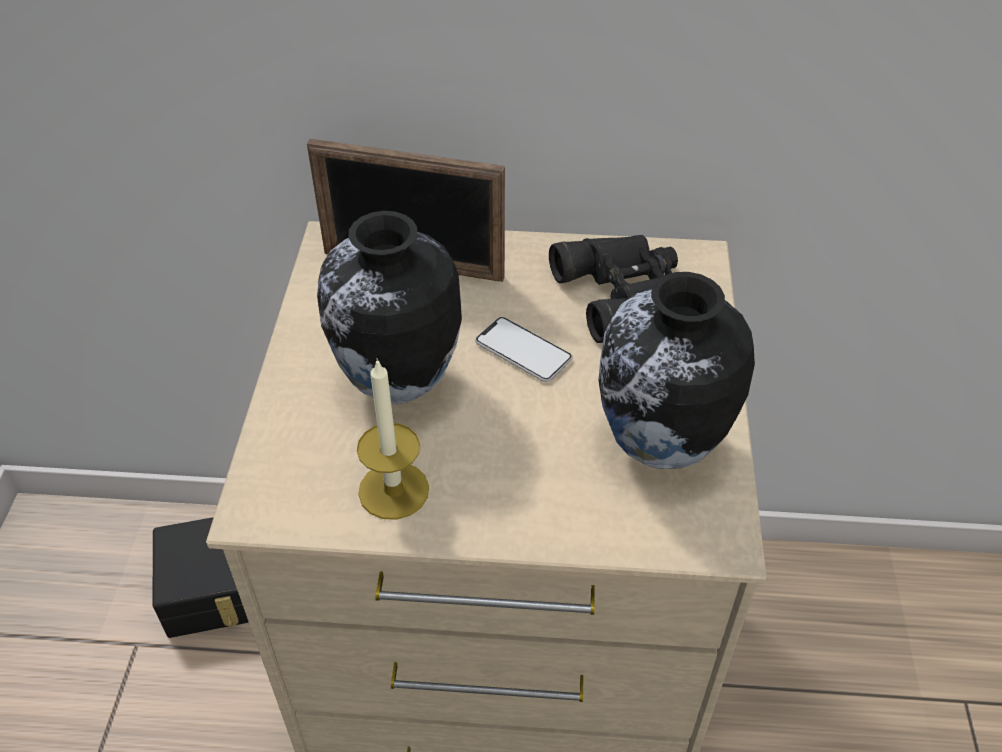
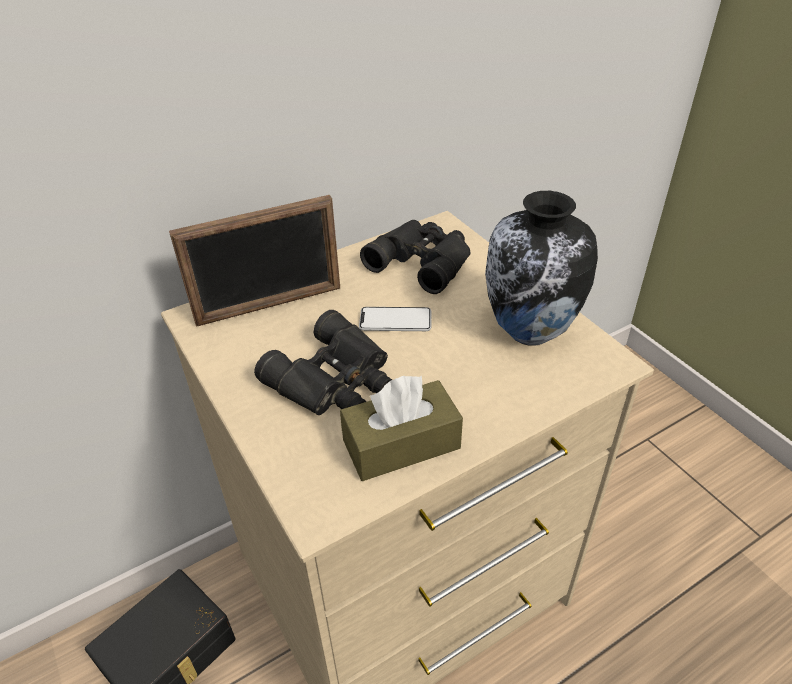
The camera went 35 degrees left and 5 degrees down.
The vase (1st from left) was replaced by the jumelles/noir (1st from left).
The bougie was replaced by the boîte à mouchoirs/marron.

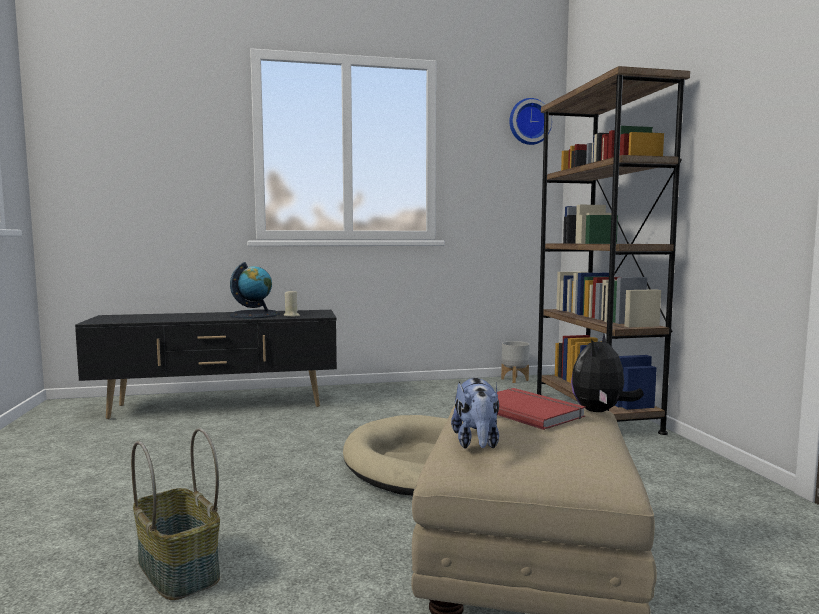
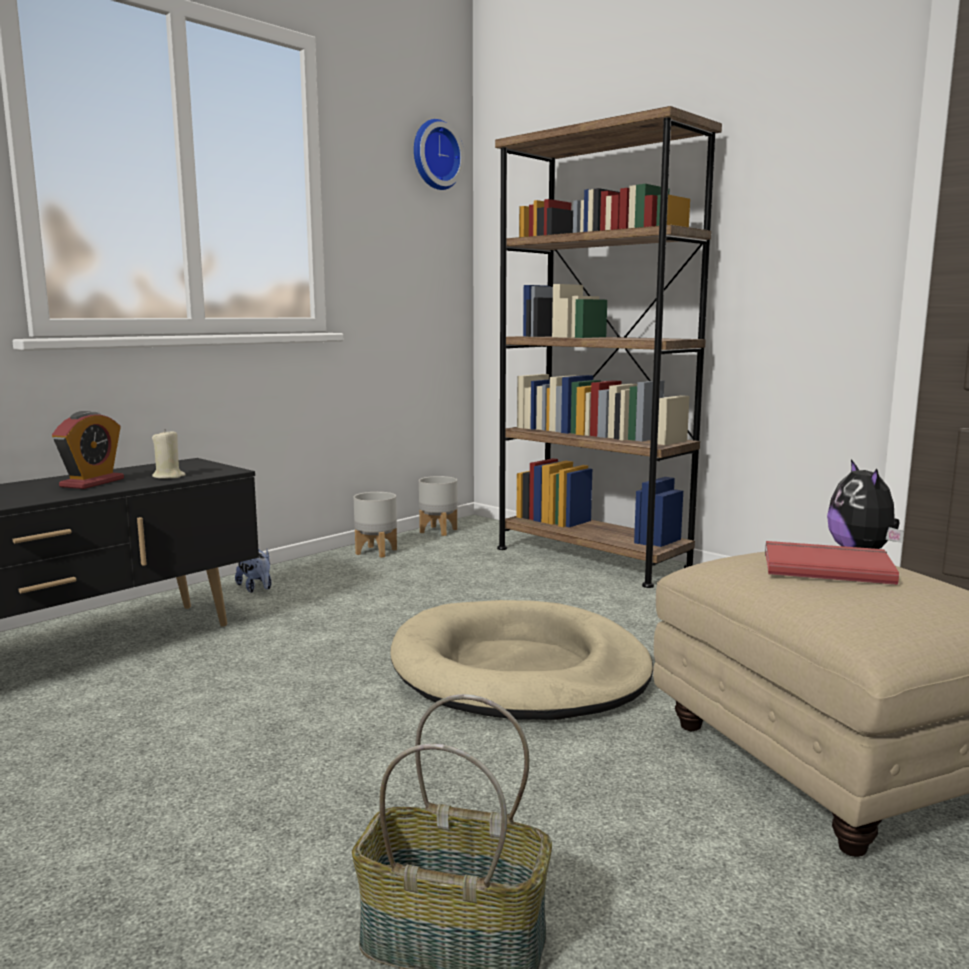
The camera went 35 degrees left and 5 degrees up.
The globe was replaced by the réveil.
The peluche (1st from left) moved.
The cache-pot/gris (1st from left) appeared.

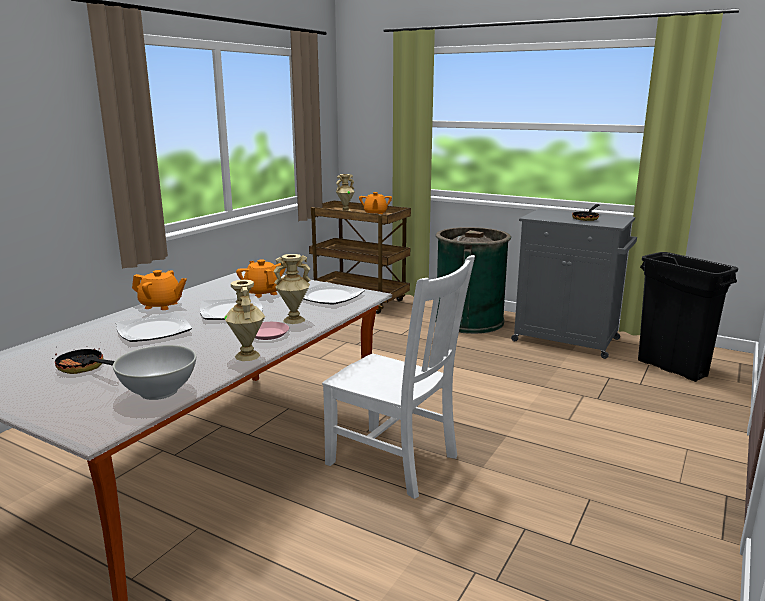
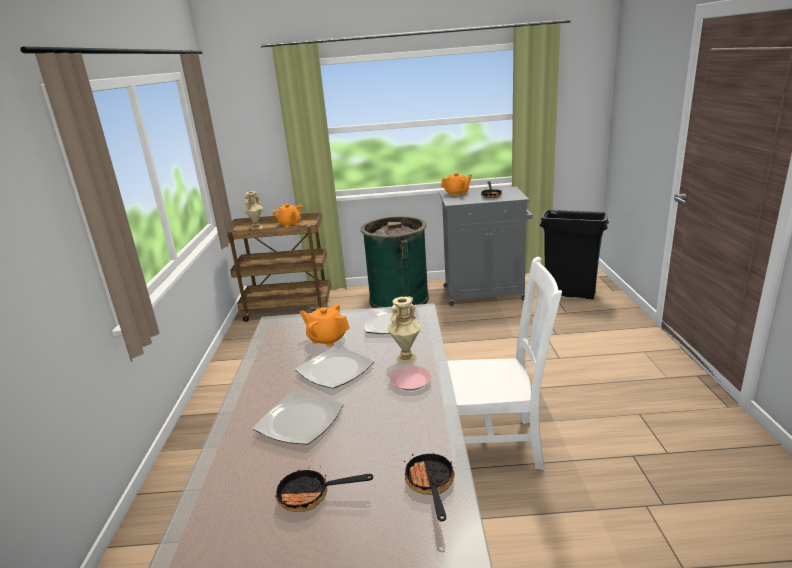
The camera went 30 degrees left and 5 degrees up.
The théière/orange (1st from left in the first image) moved.
The vase/beige (1st from left) disappeared.
The bol/blanc was replaced by the poêle (2nd from left).

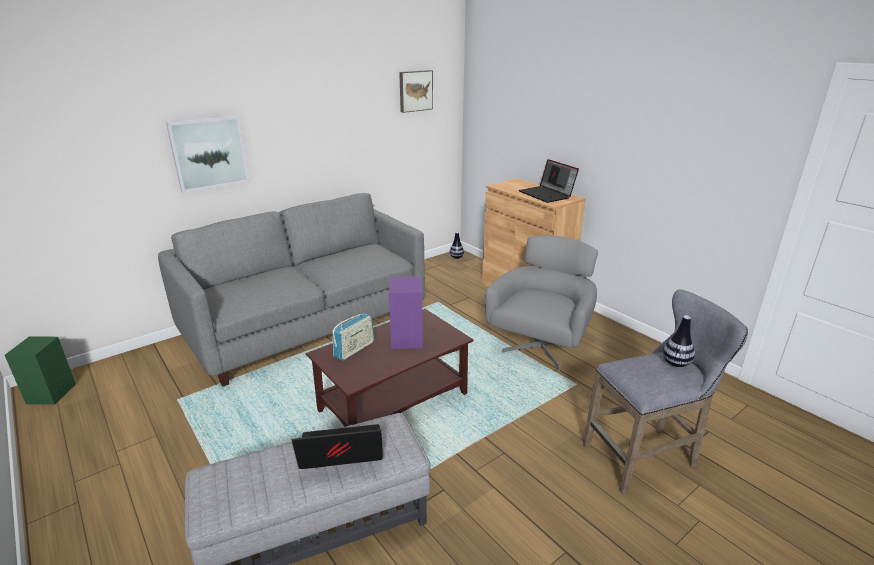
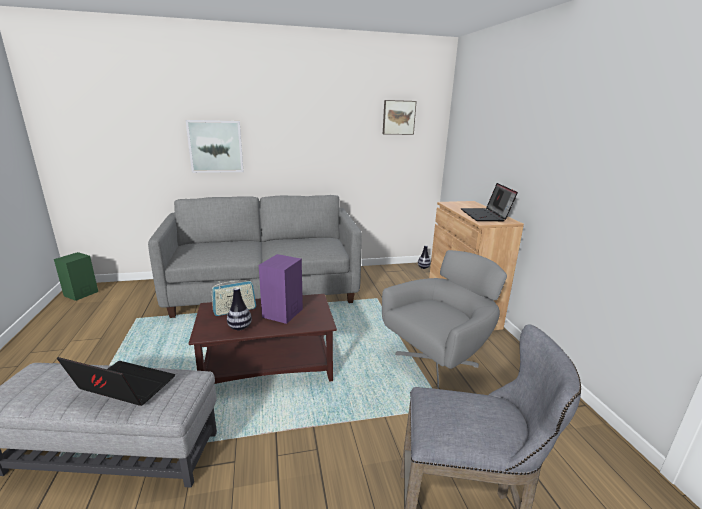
The camera went 25 degrees right and 5 degrees down.
The vase (2nd from left in the first image) moved.

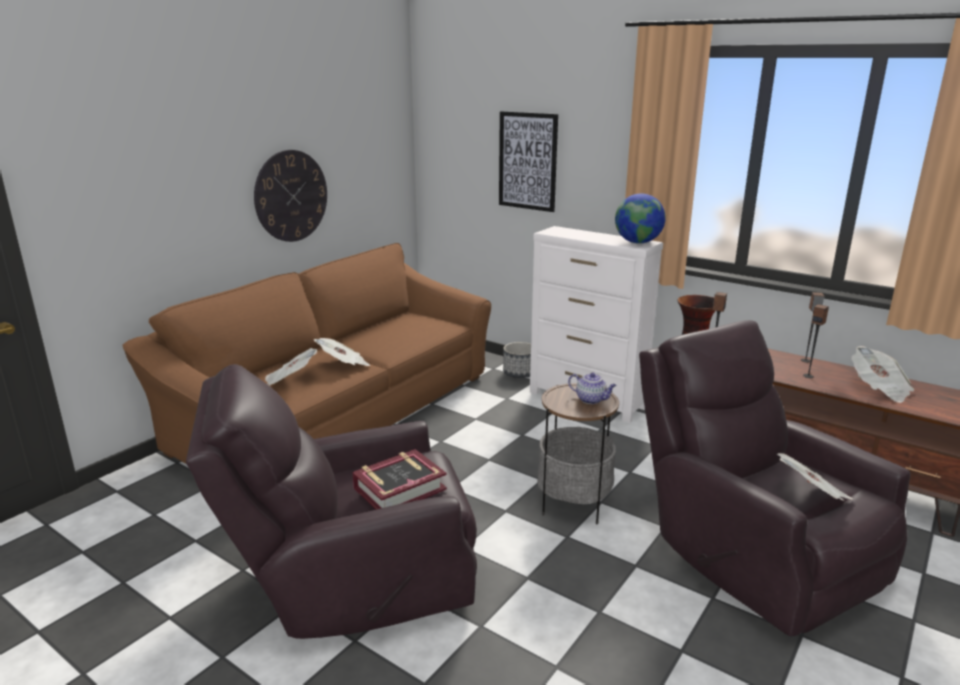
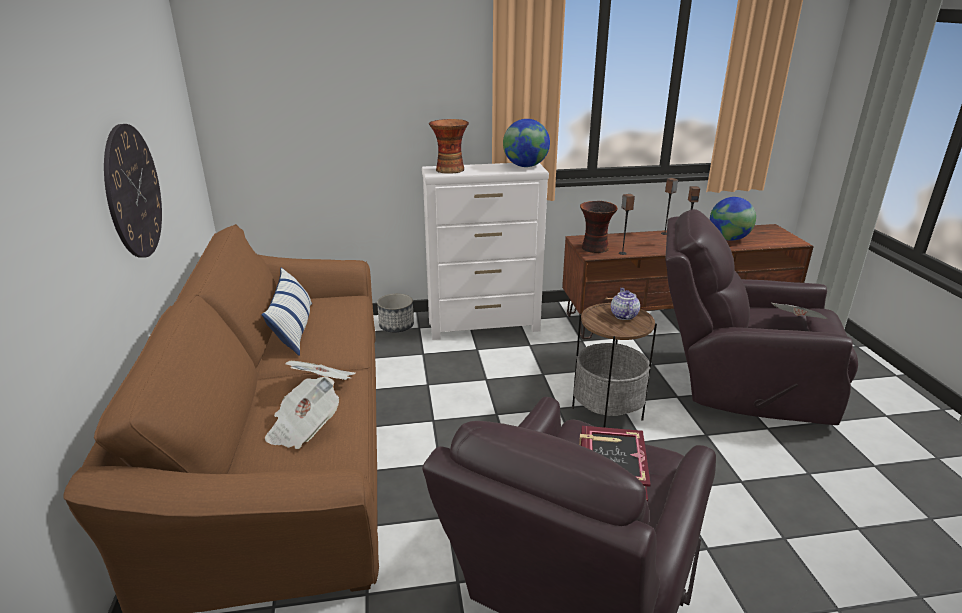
The camera went 45 degrees left and 5 degrees up.
The tableau disappeared.
The journal (4th from left) was replaced by the globe (2nd from left).
The théière turned 75 degrees counterclockwise.
The vase (1st from left) appeared.
The coussin appeared.

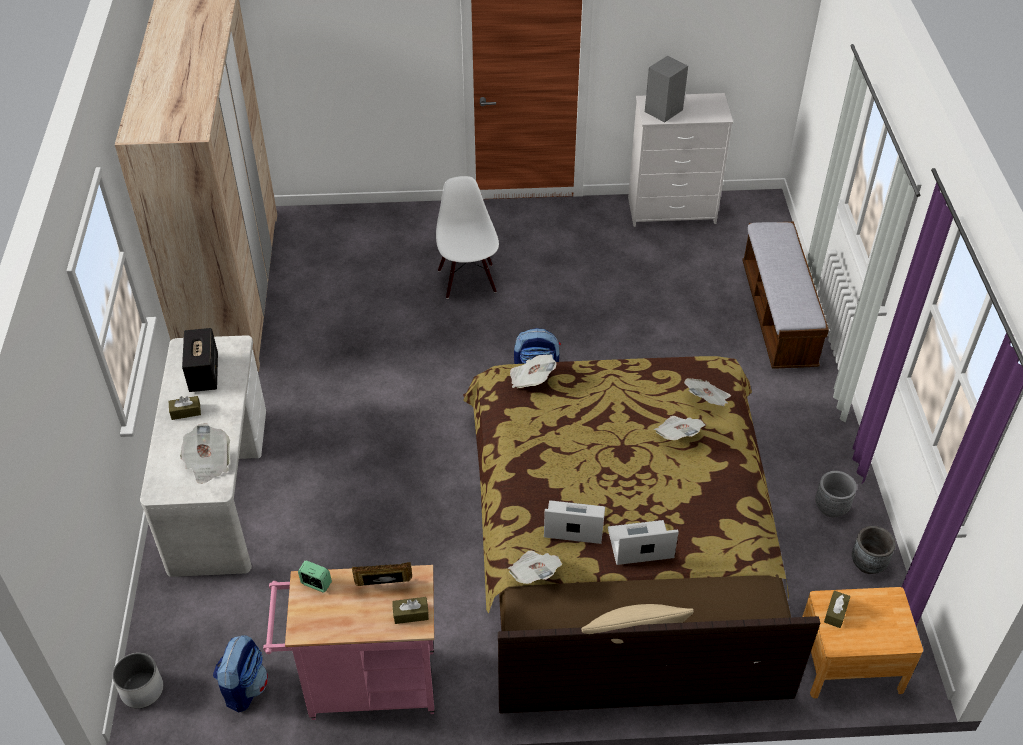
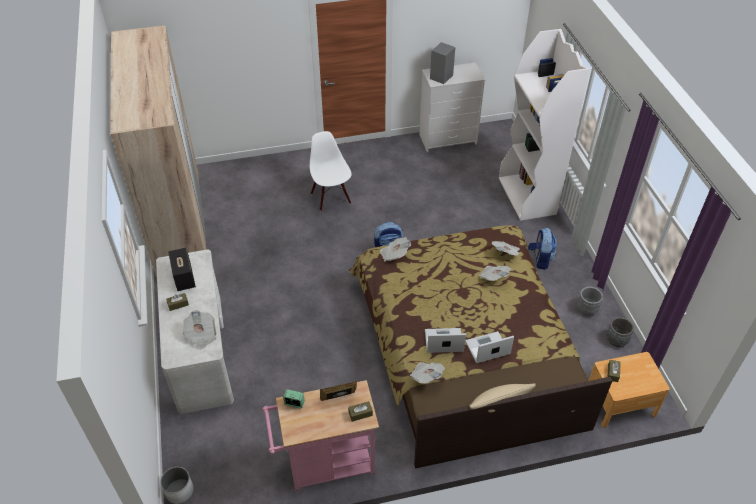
The camera went 10 degrees left and 0 degrees up.
The banc was replaced by the bibliothèque/blanc.
The sac à dos (1st from left in the first image) moved.

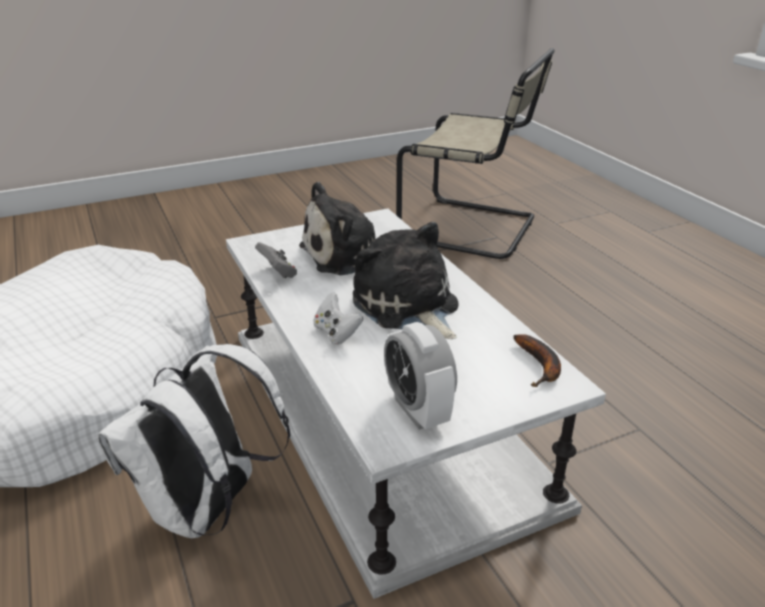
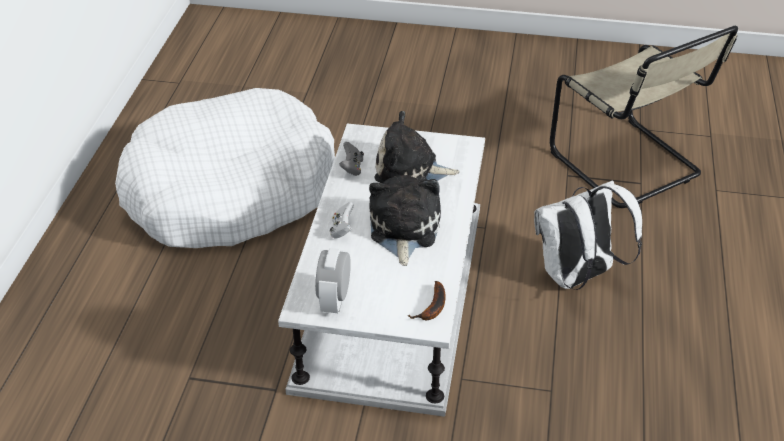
The camera went 35 degrees right and 10 degrees up.
The sac à dos/blanc moved.

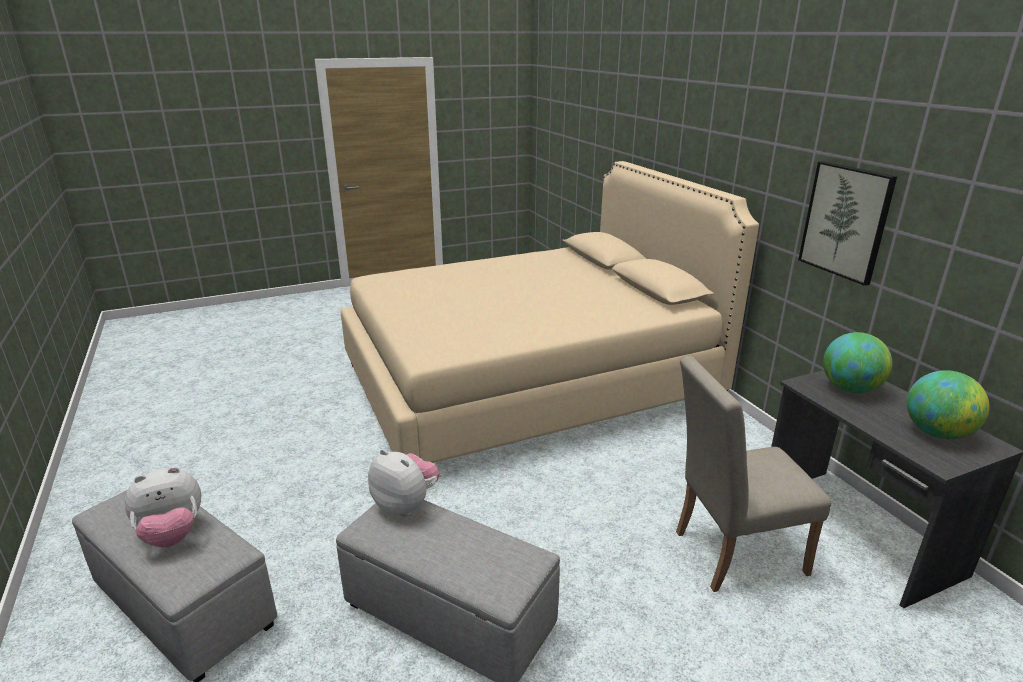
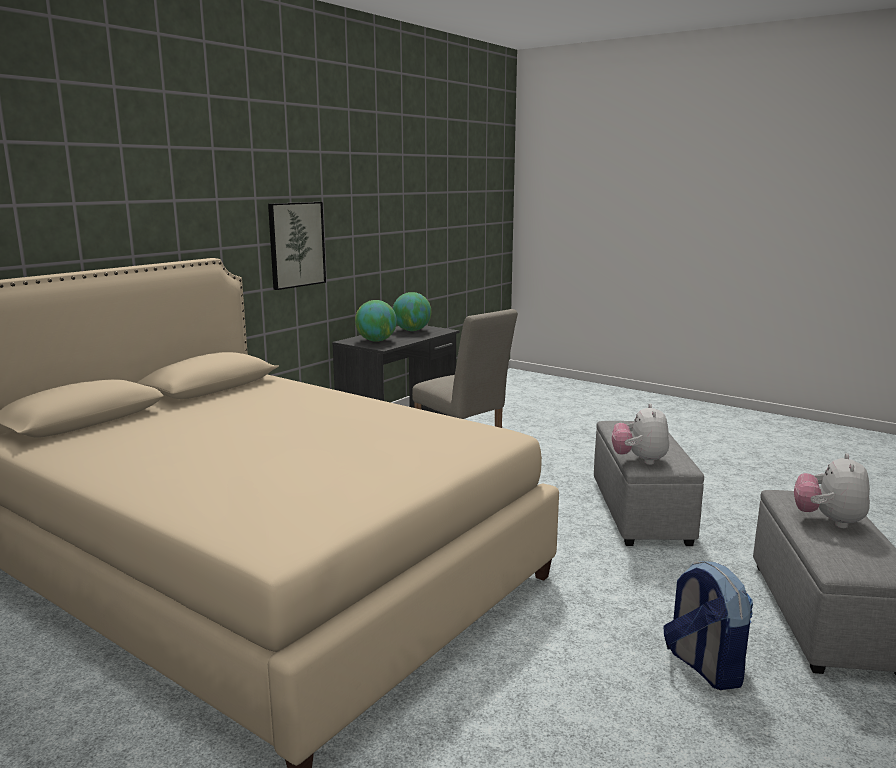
The camera went 120 degrees left and 10 degrees down.
The peluche (1st from left in the first image) turned 105 degrees counterclockwise.
The sac à dos appeared.

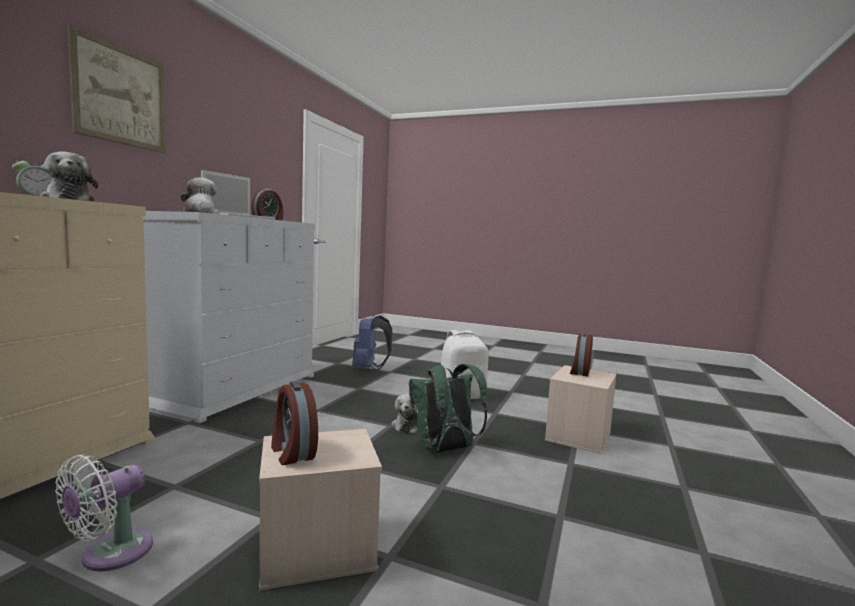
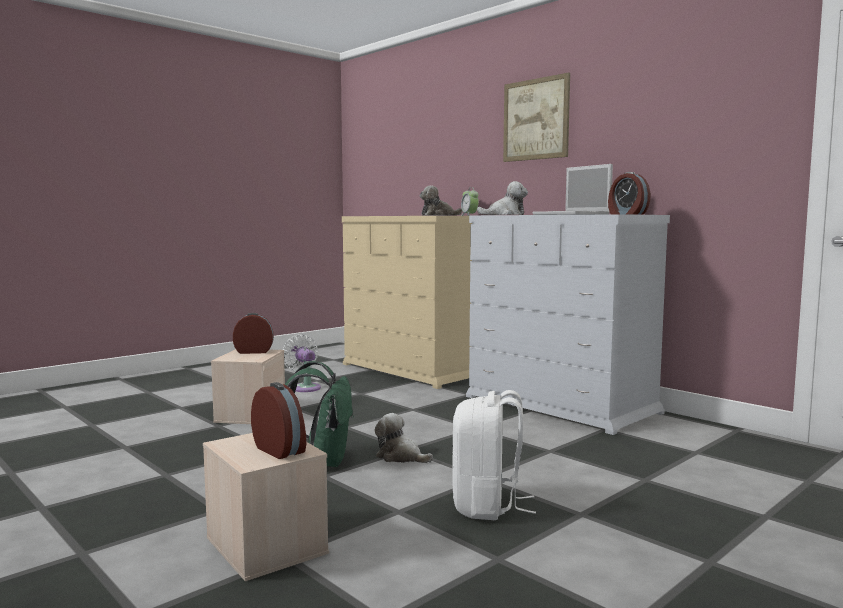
The camera went 115 degrees right and 0 degrees up.
The sac à dos/bleu disappeared.

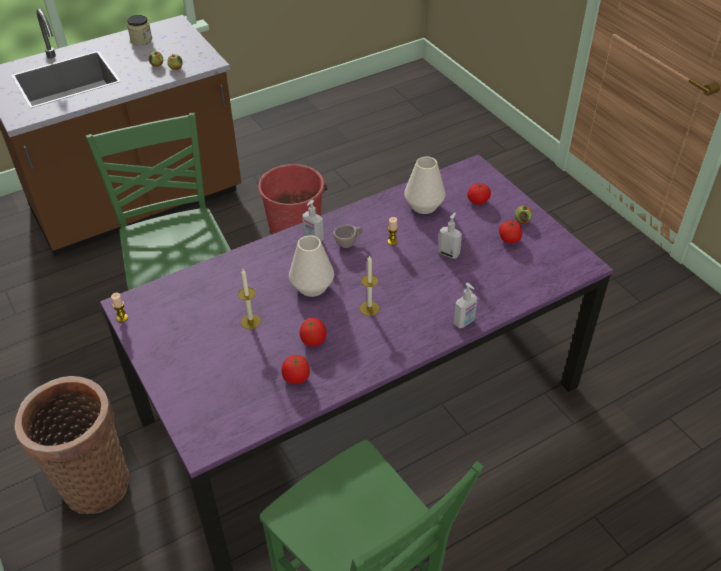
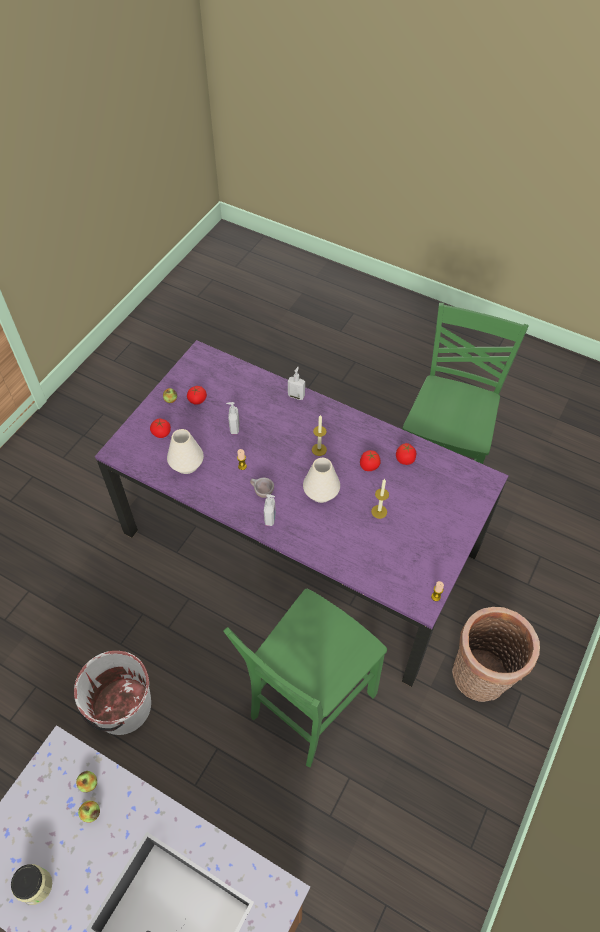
The camera went 120 degrees left and 10 degrees up.
The seau/rouge became the seau/blanc.

